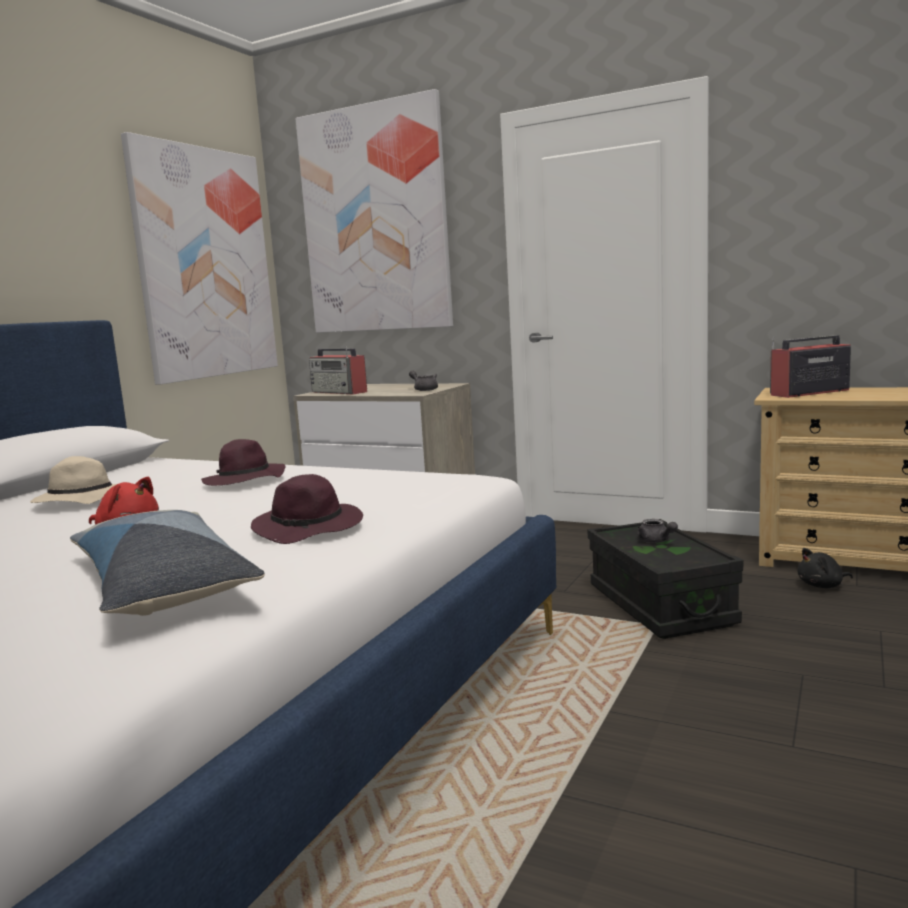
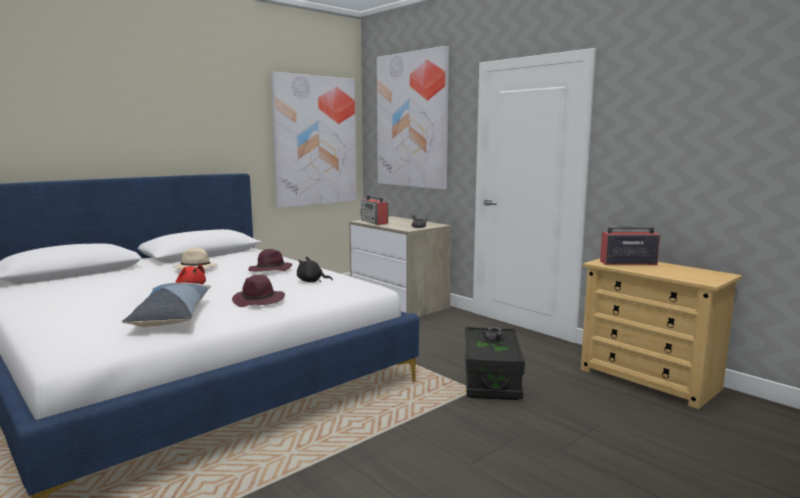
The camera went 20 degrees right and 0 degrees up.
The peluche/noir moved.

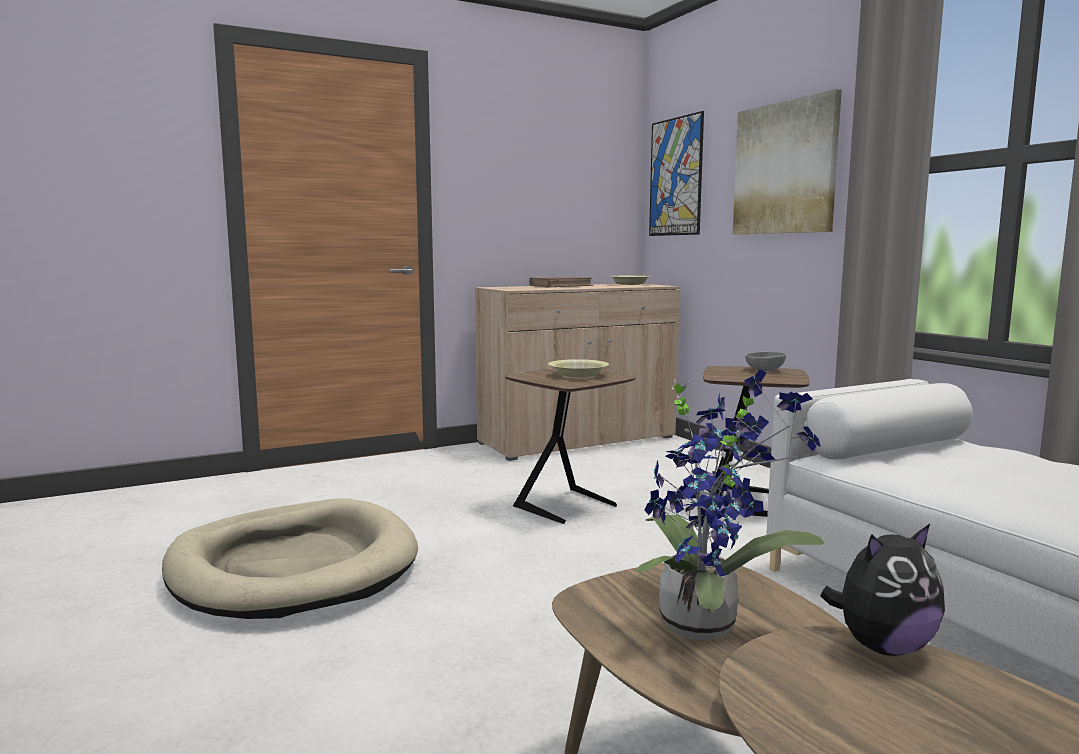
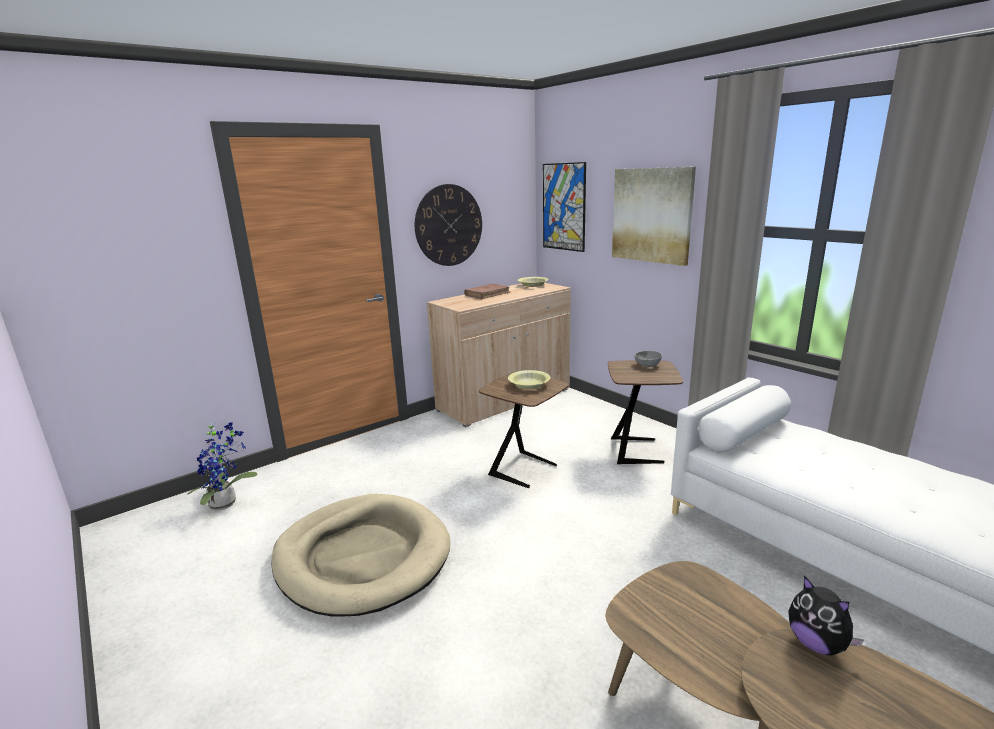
The camera went 10 degrees left and 10 degrees up.
The plante en pot moved.
The peluche turned 90 degrees clockwise.
The horloge murale appeared.

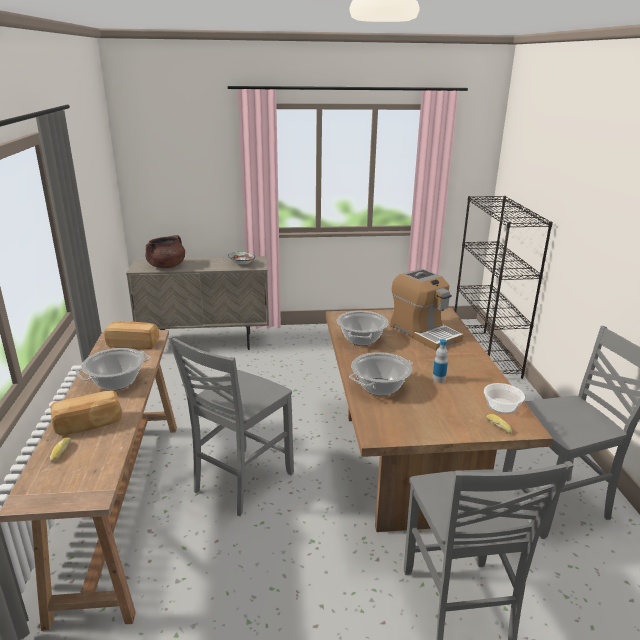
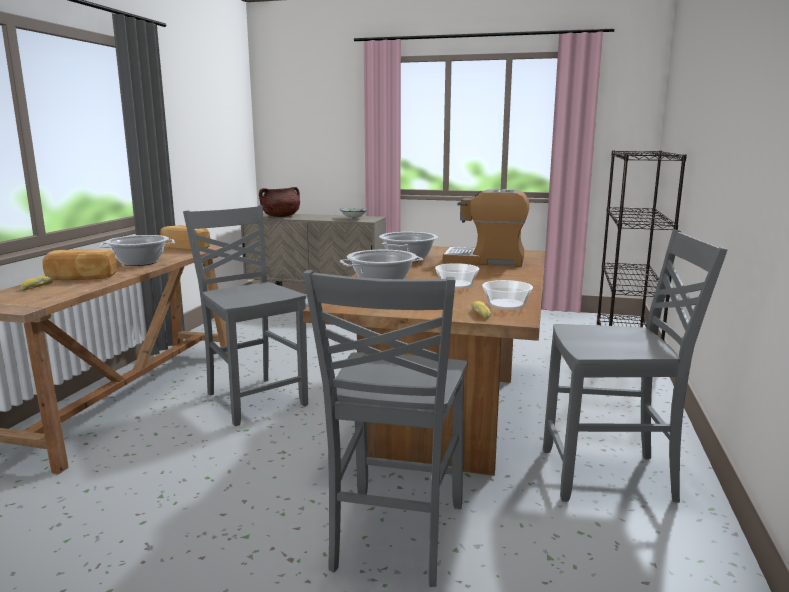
The camera went 20 degrees right and 10 degrees down.
The machine à café turned 120 degrees clockwise.
The chaise/gris (1st from left) turned 90 degrees clockwise.
The bouteille was replaced by the bol (2nd from left).

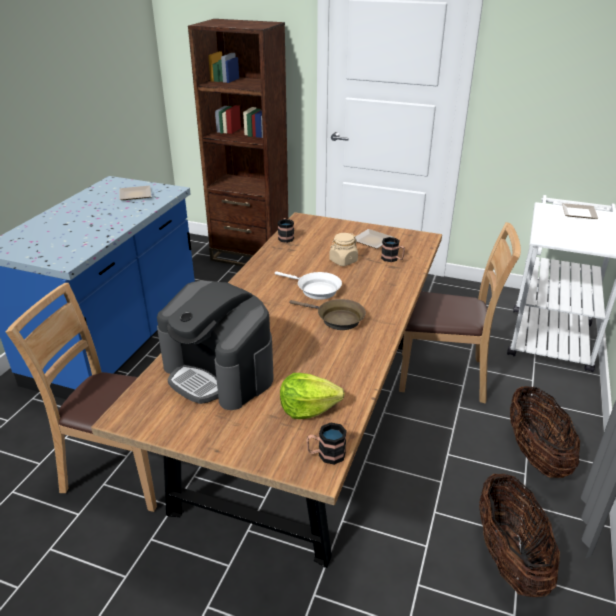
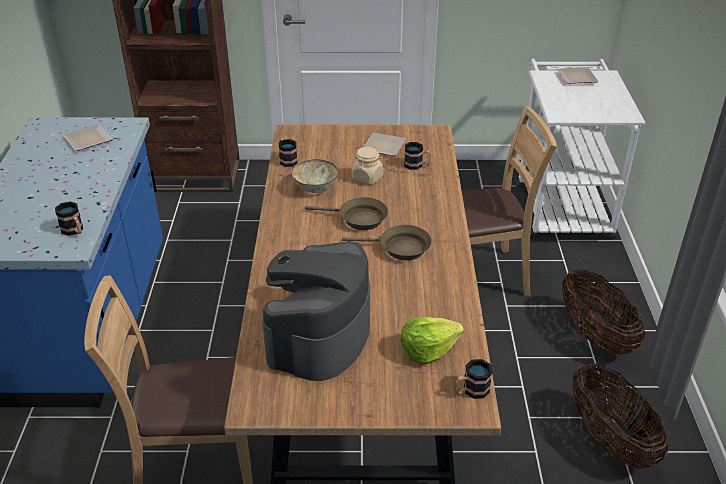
The camera went 20 degrees left and 5 degrees up.
The poêle/blanc became the poêle/marron (1st from left).
The machine à café turned 90 degrees clockwise.
The bol appeared.
The mug (1st from left) appeared.

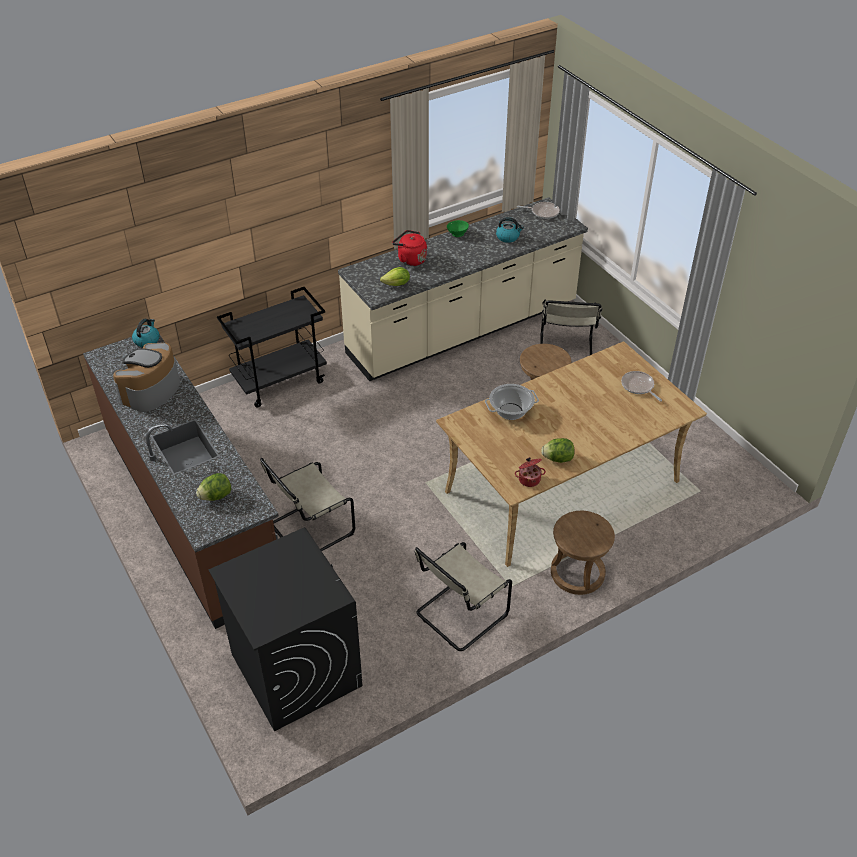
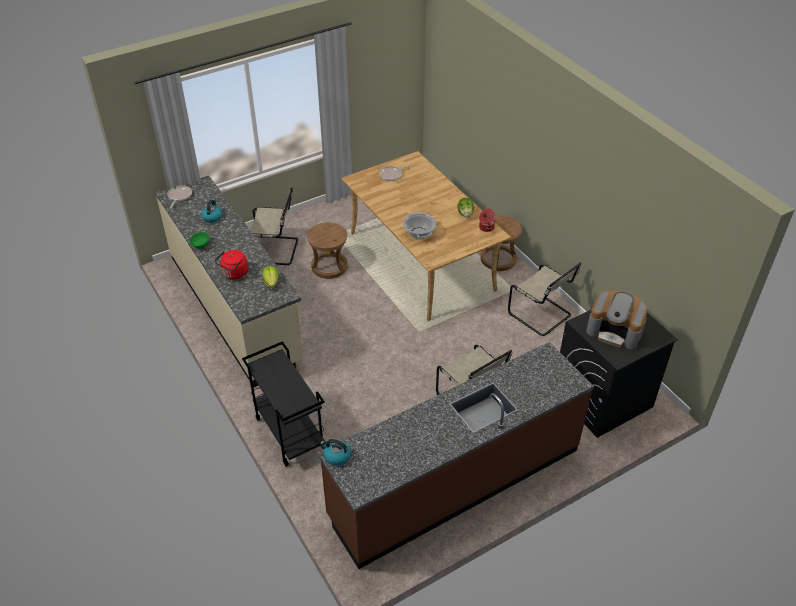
The camera went 90 degrees left and 0 degrees up.
The machine à café moved.
The laitue (1st from left) disappeared.

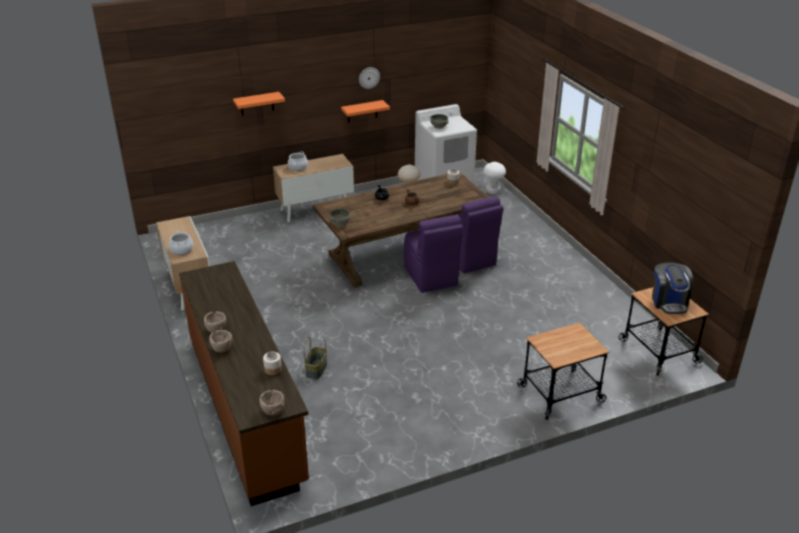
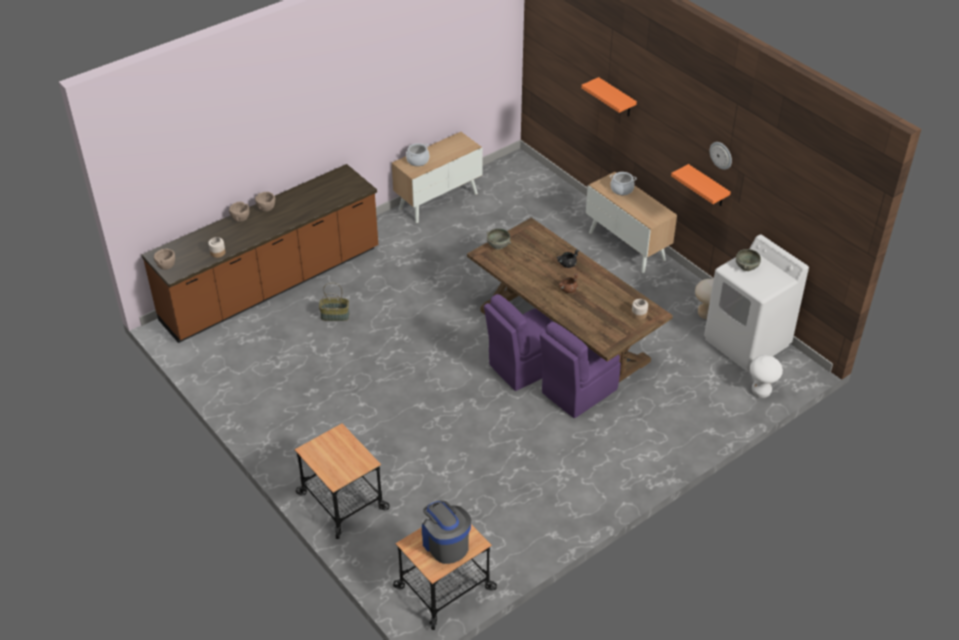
The camera went 75 degrees right and 10 degrees up.
The machine à café turned 75 degrees clockwise.

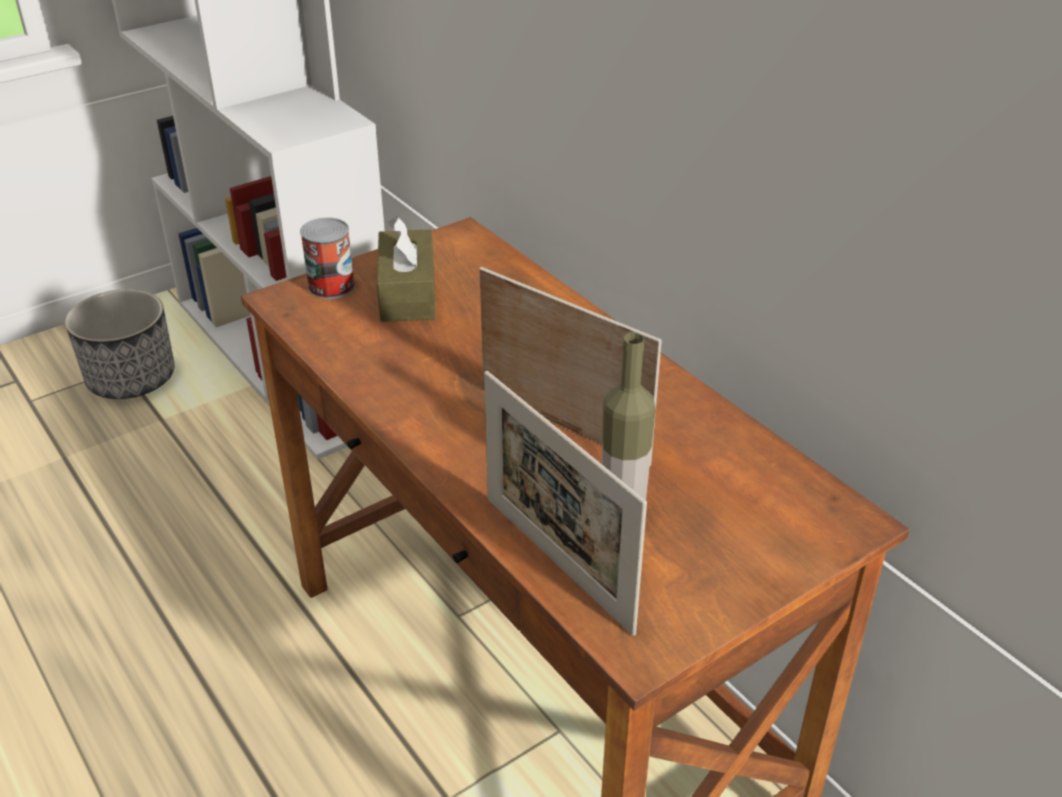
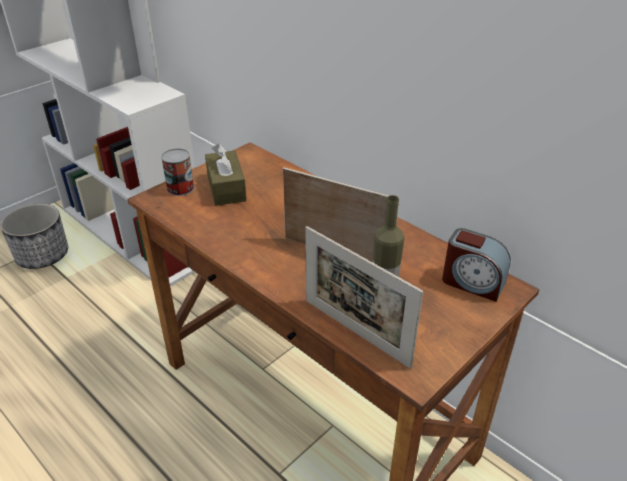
The camera went 10 degrees left and 0 degrees up.
The réveil appeared.

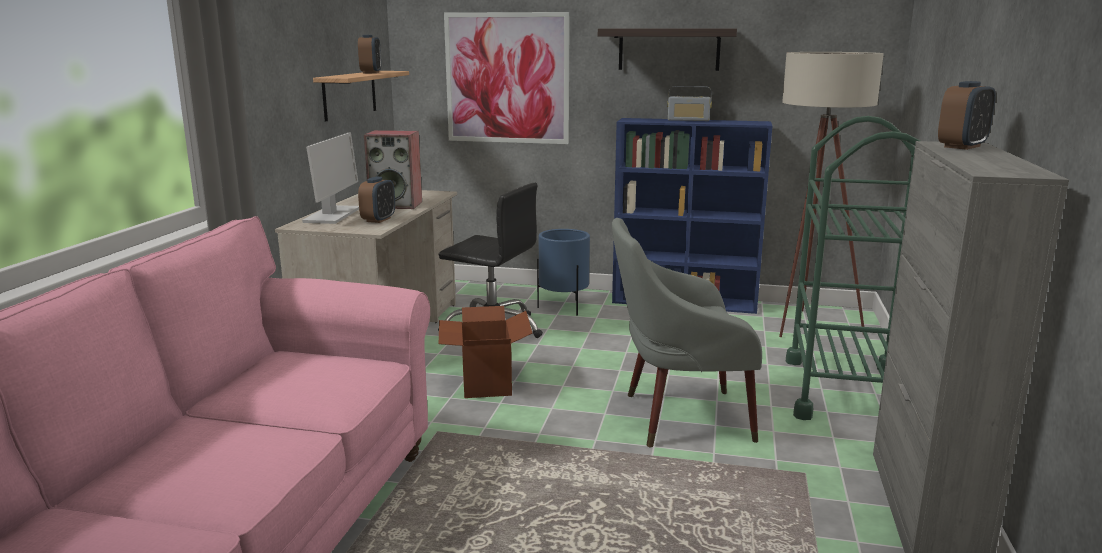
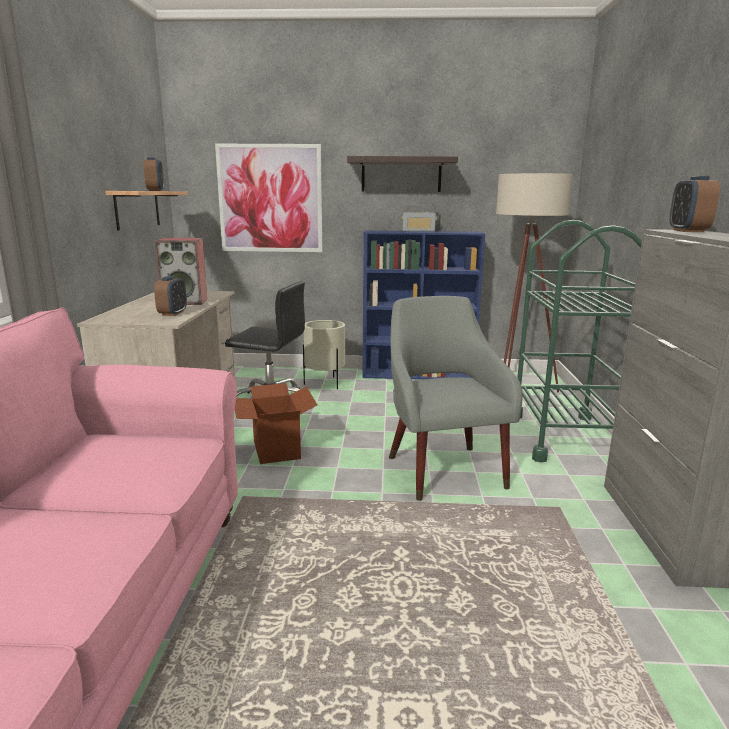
The camera went 10 degrees left and 0 degrees up.
The réveil (3rd from left) turned 150 degrees clockwise.
The écran d'ordinateur disappeared.
The fauteuil/gris turned 90 degrees clockwise.
The cache-pot/bleu became the cache-pot/beige.

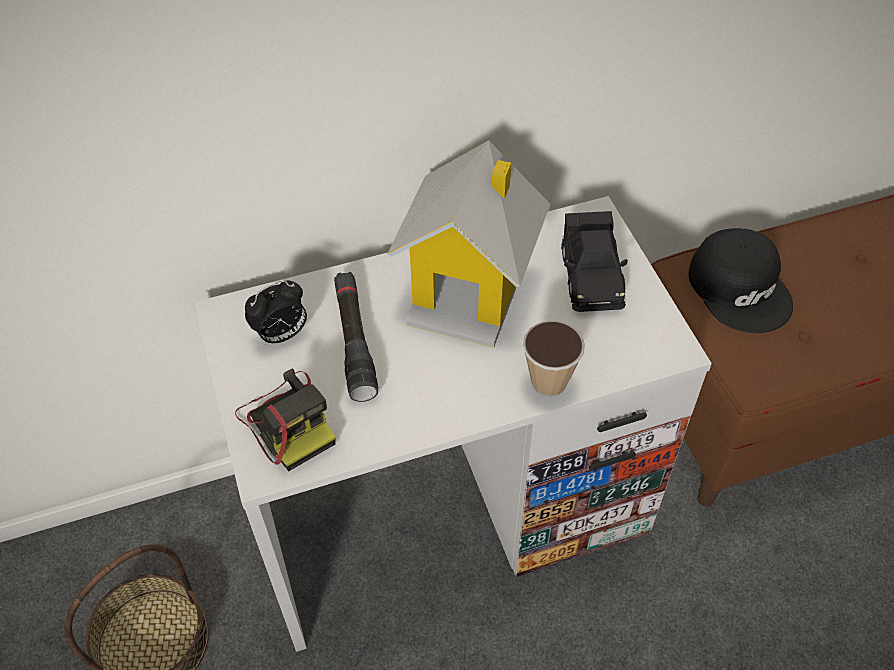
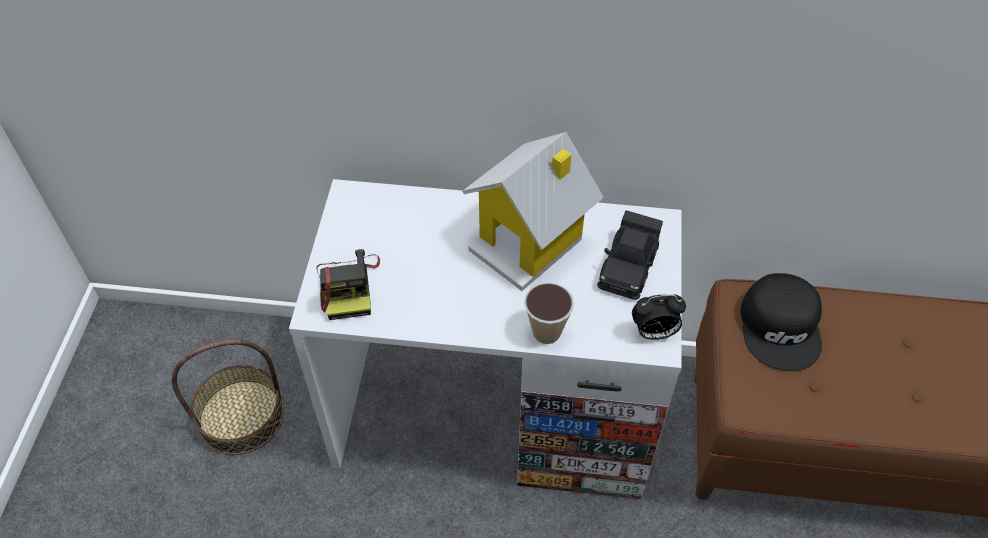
The camera went 25 degrees right and 0 degrees up.
The lampe de poche/noir disappeared.
The réveil moved.

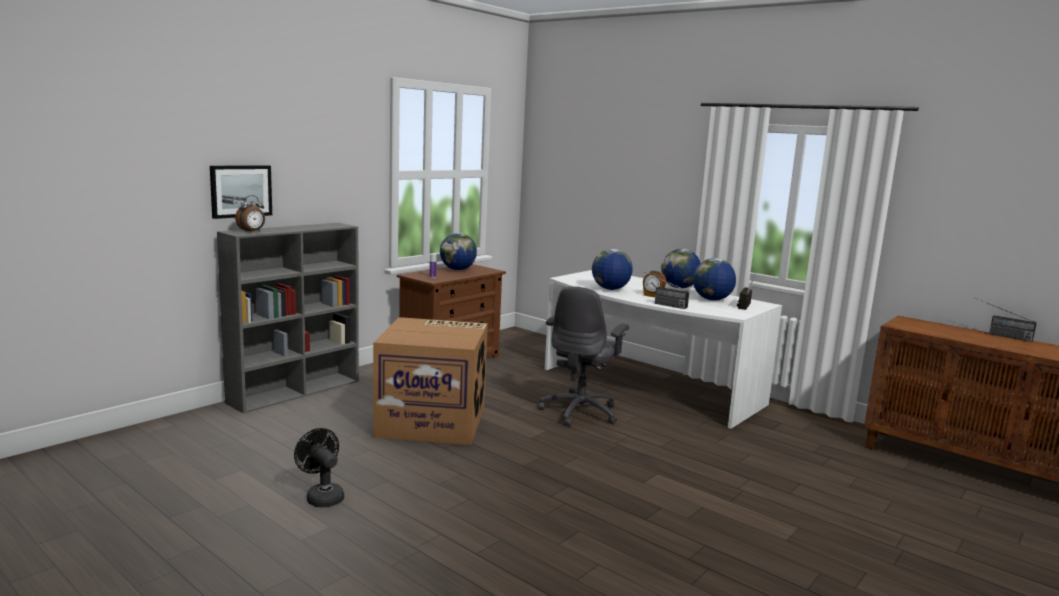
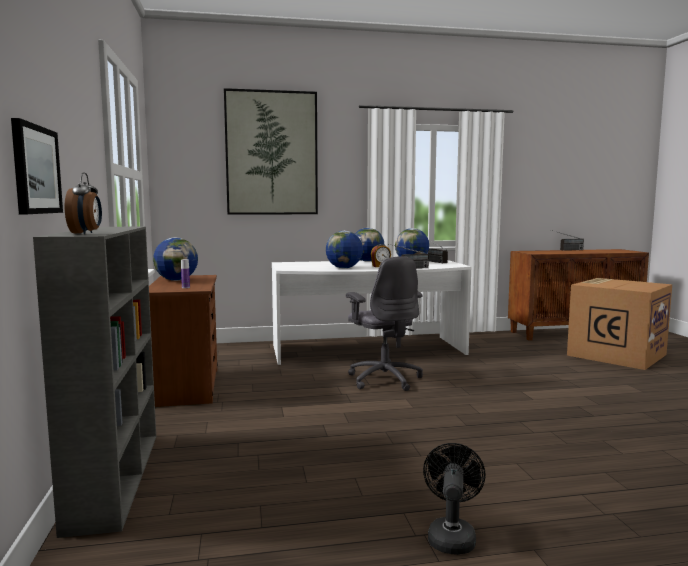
The camera went 50 degrees left and 5 degrees down.
The carton moved.
The ventilateur/noir turned 105 degrees clockwise.
The tableau (2nd from left) appeared.

